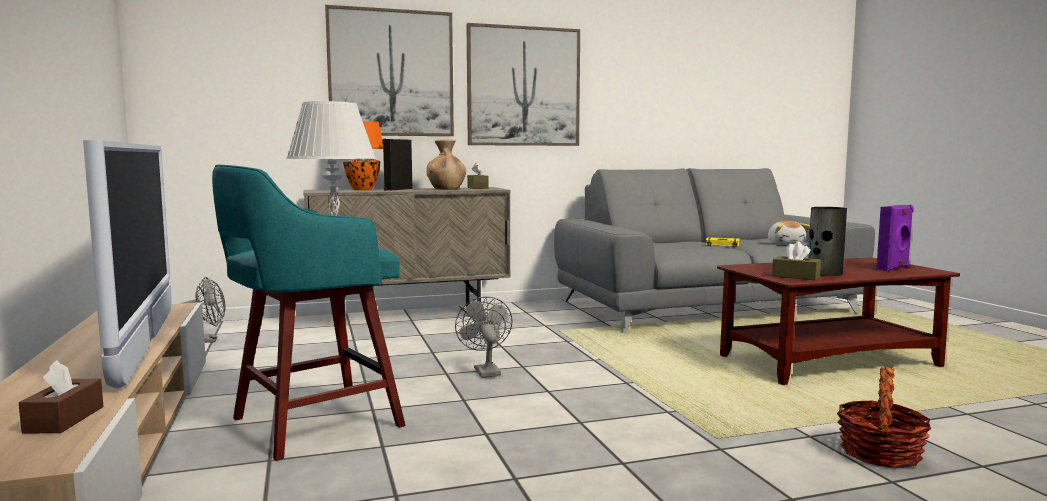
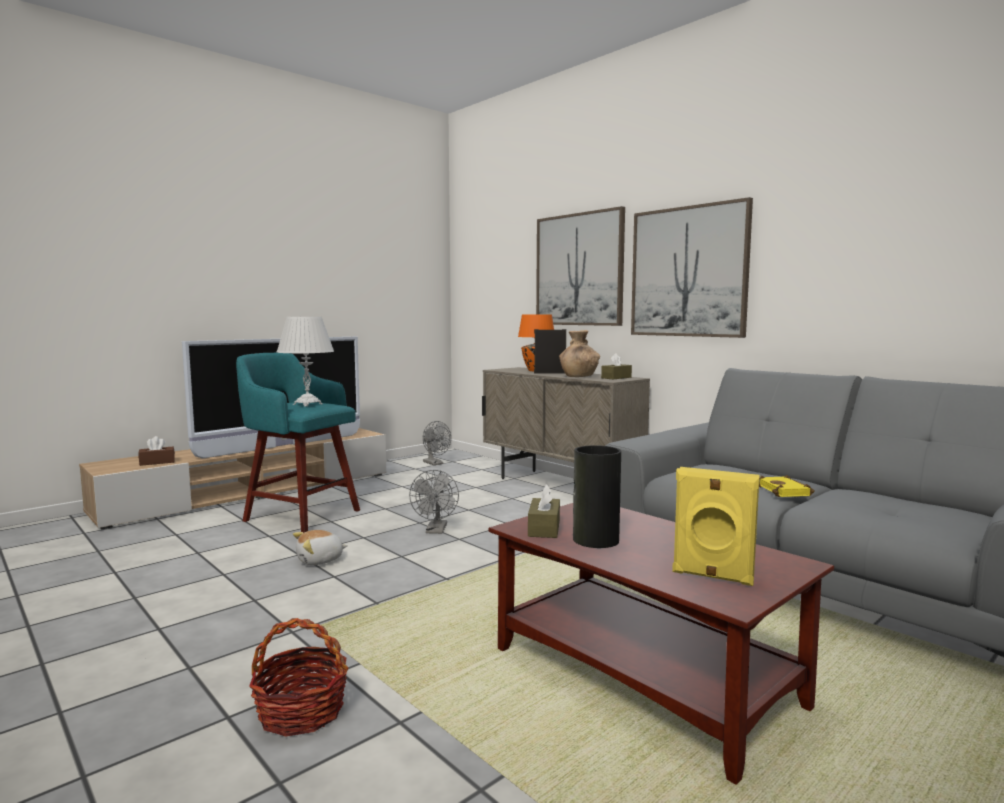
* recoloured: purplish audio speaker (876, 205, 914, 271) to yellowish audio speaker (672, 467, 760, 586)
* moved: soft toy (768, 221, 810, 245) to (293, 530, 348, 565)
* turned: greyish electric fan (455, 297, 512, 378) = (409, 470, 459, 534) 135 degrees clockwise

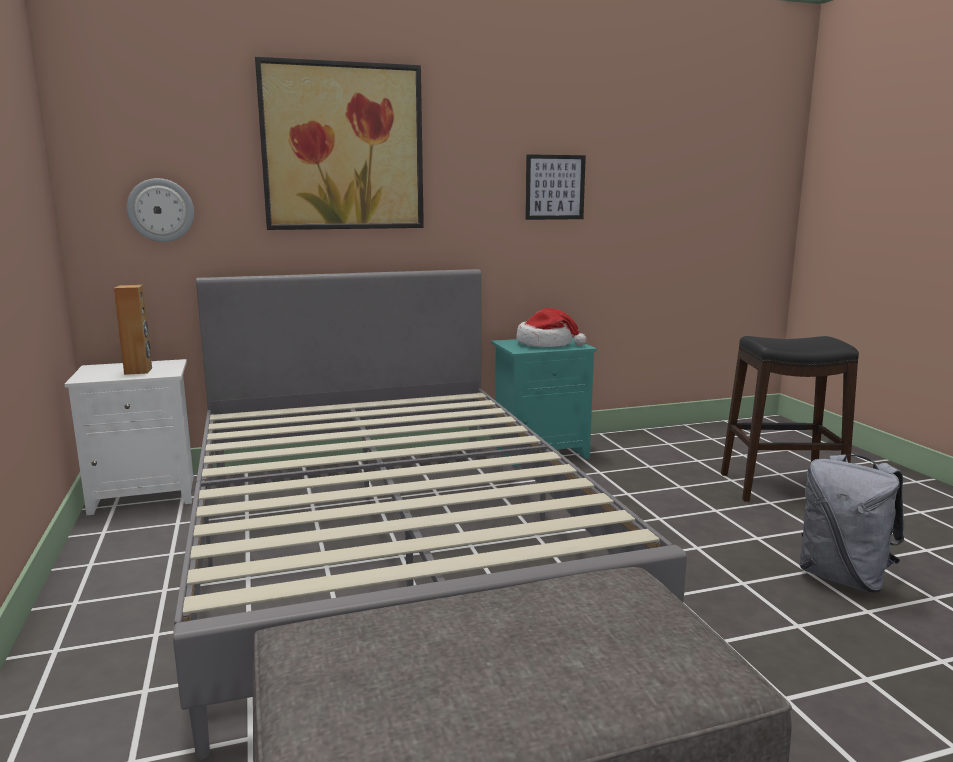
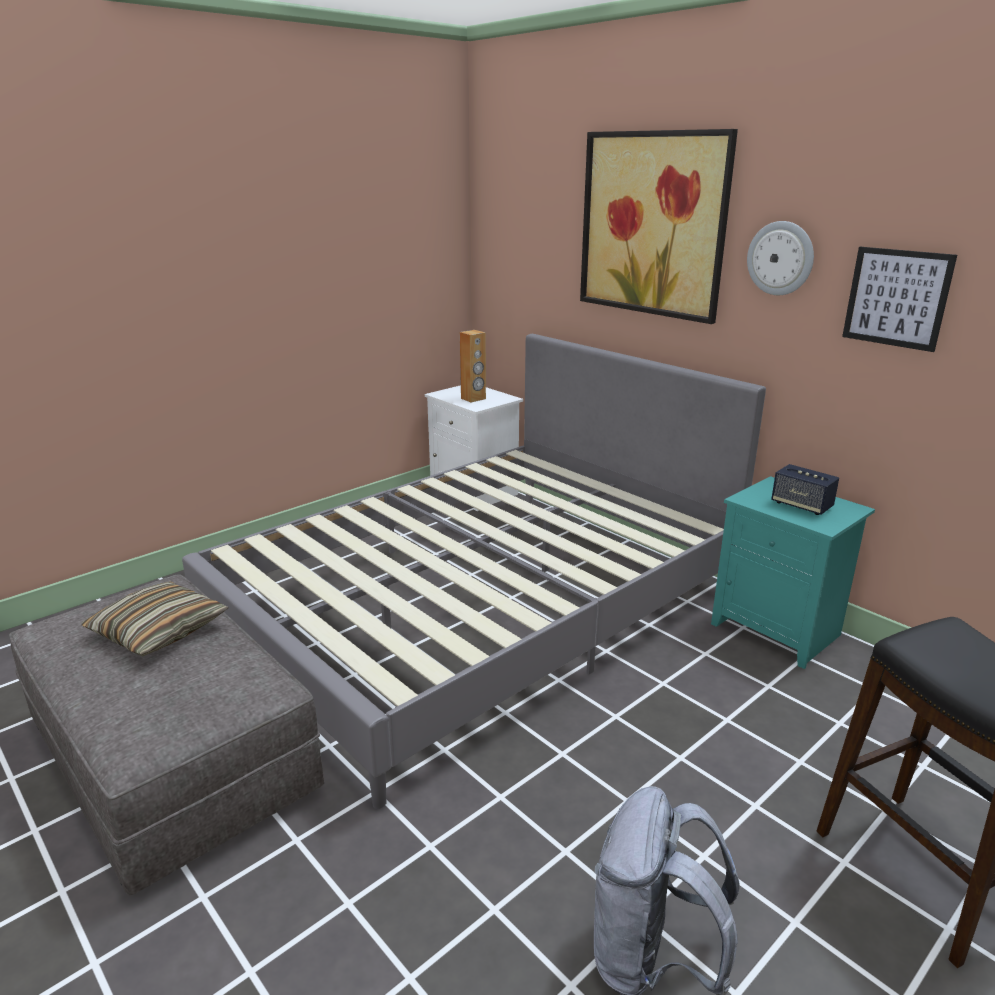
* moved: wall clock (127, 178, 194, 242) to (747, 221, 814, 295)
* replaced: hat (516, 308, 587, 347) to audio speaker (771, 464, 839, 515)
* added: pillow (81, 581, 229, 656)

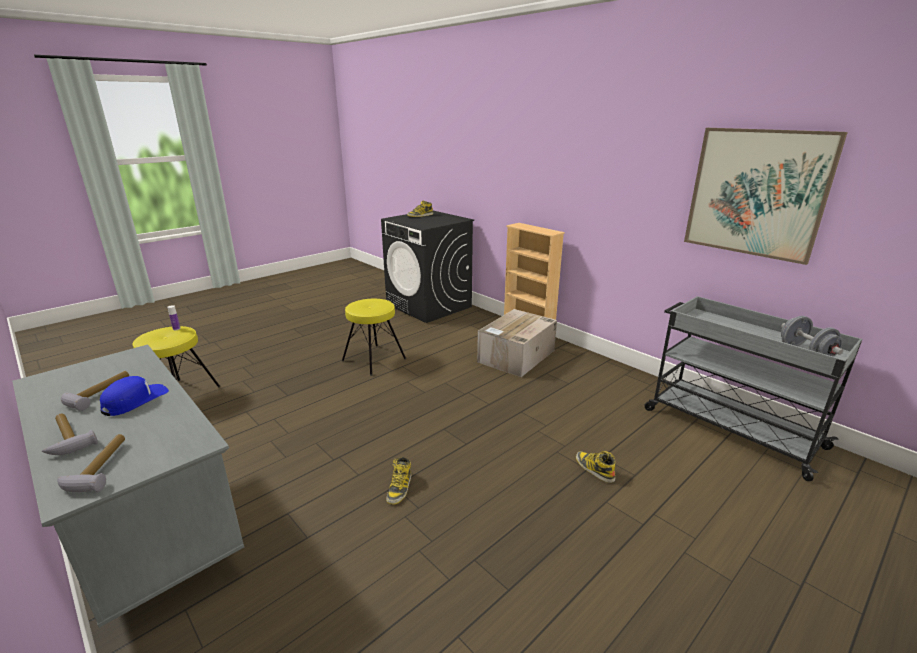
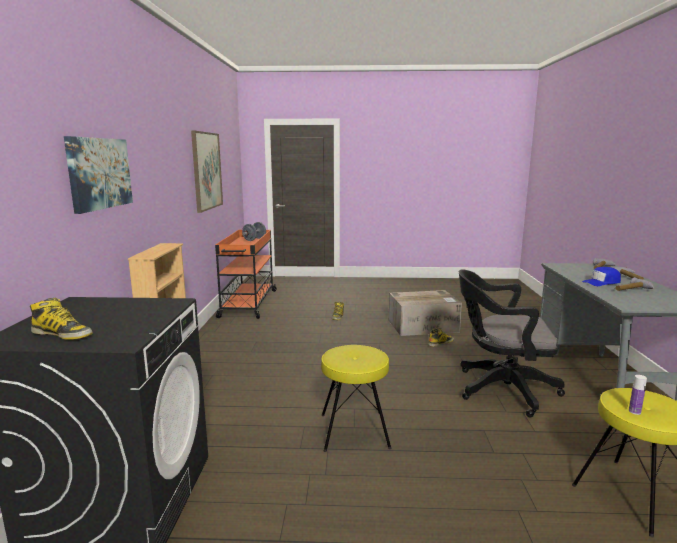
* recoloured: greyish cart (644, 296, 862, 481) to orange cart (215, 230, 277, 319)
* moved: cardboard box (477, 309, 557, 377) to (389, 290, 462, 336)
* added: wall picture (64, 136, 133, 214)
* added: black desk chair (459, 269, 565, 418)

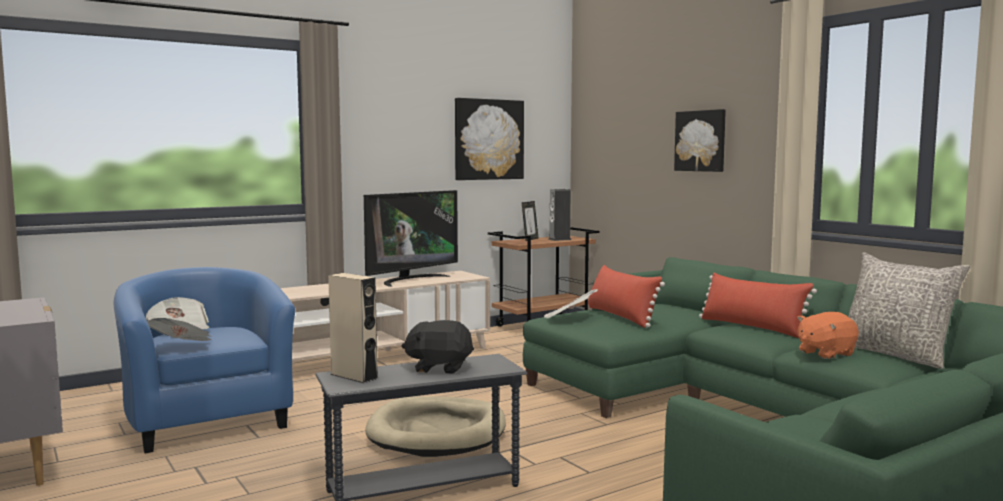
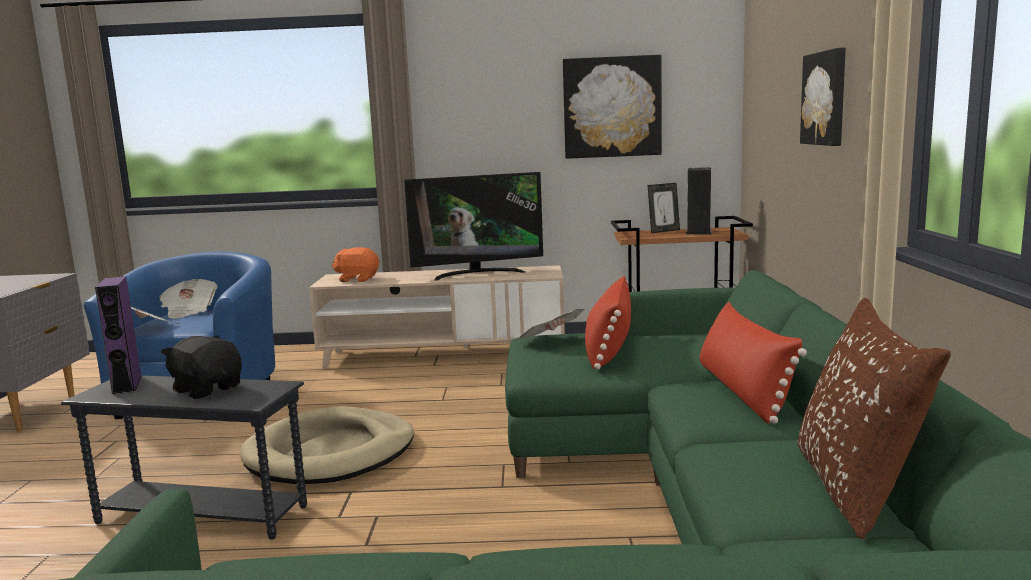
* recoloured: greyish pillow (848, 252, 970, 369) to brownish pillow (797, 298, 951, 539)
* recoloured: sand-coloured audio speaker (328, 273, 378, 383) to purplish audio speaker (95, 276, 142, 395)
* moved: orange soft toy (797, 312, 859, 359) to (332, 247, 379, 282)

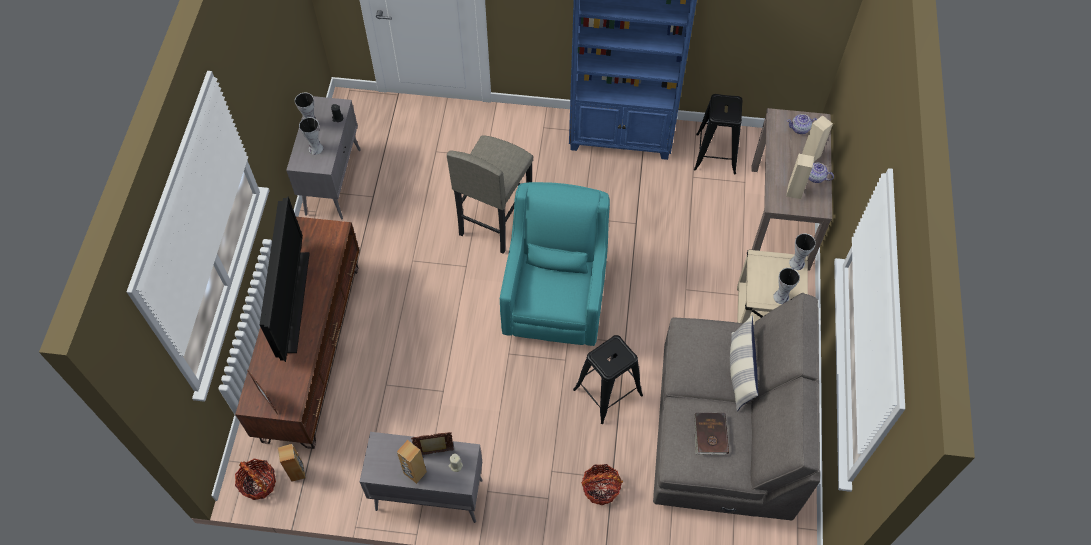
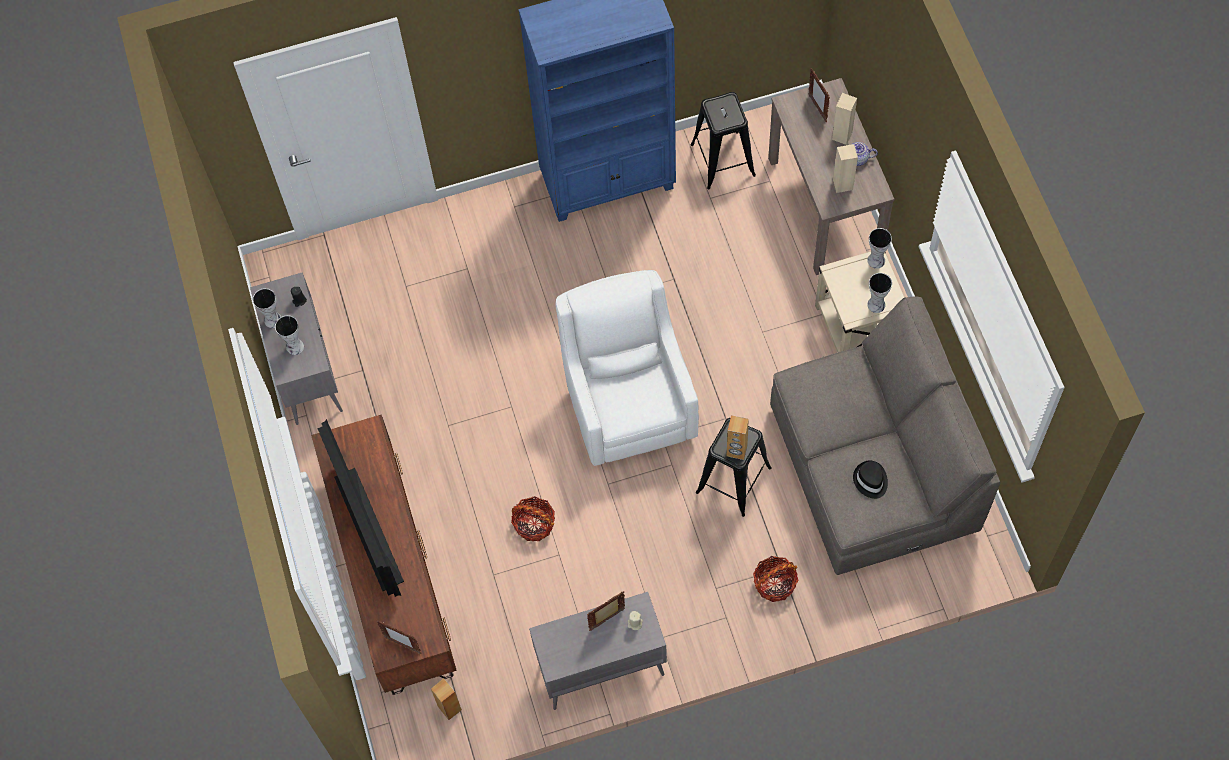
* replaced: teapot (787, 114, 817, 134) to picture frame (808, 68, 830, 122)
* removed: greyish stool (447, 135, 533, 254)
* recoloured: turquoise-coloured lounge chair (500, 182, 610, 346) to white-coloured lounge chair (555, 270, 699, 466)
* removed: pillow (730, 315, 758, 411)
* replaced: brownish volume (694, 413, 729, 455) to black hat (853, 461, 888, 499)
* moved: brownish audio speaker (397, 440, 427, 484) to (727, 415, 749, 460)
* moved: household basket (235, 458, 276, 500) to (511, 496, 555, 541)

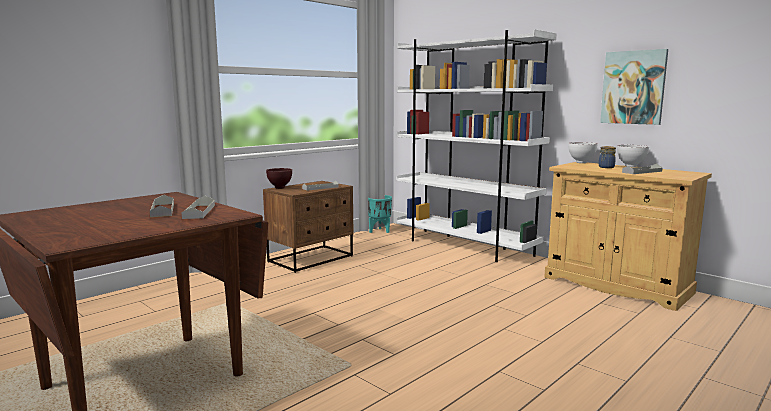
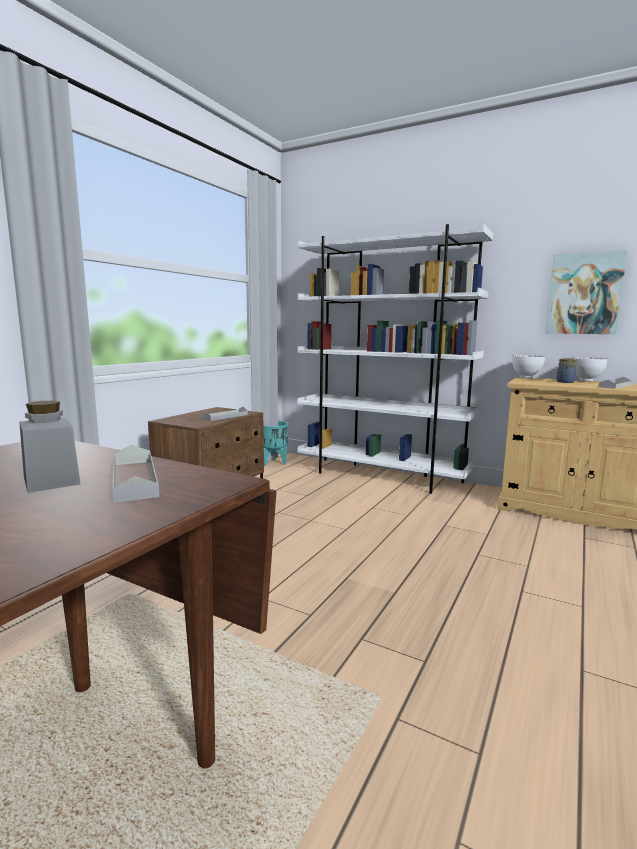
* removed: brownish bowl (266, 168, 292, 189)
* replaced: greyish carrying tray (150, 194, 174, 217) to greyish storage jar (19, 401, 80, 493)

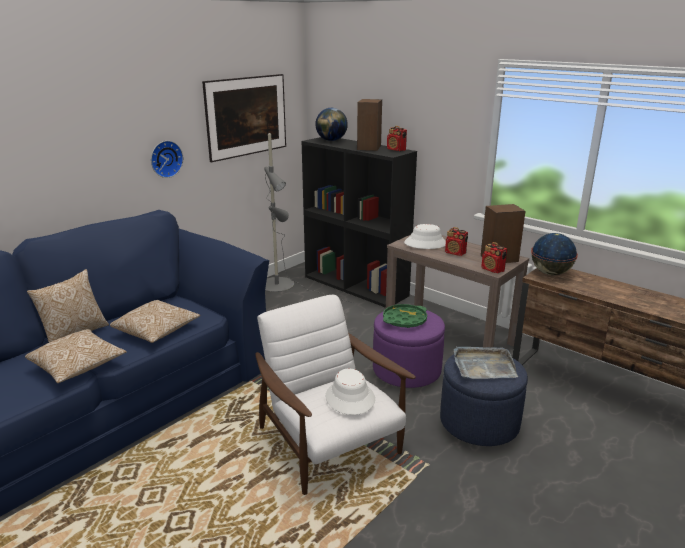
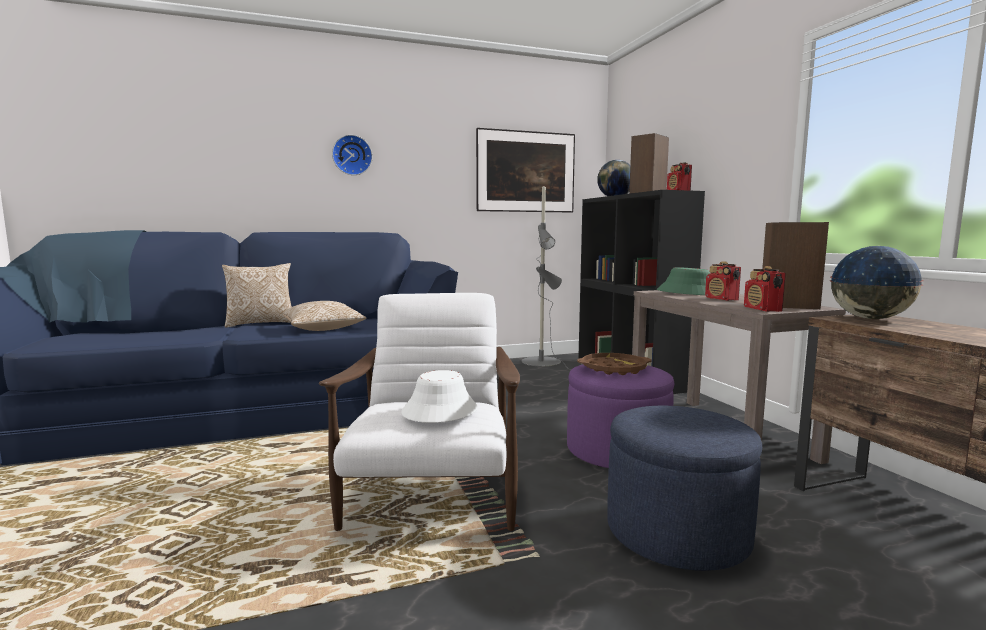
* moved: wall clock (151, 141, 183, 178) to (332, 135, 373, 175)
* recoloured: white-coloured hat (404, 224, 446, 249) to green hat (657, 267, 710, 295)
* recoloured: green carrying tray (383, 304, 427, 328) to brownish carrying tray (577, 353, 652, 375)
* removed: pillow (25, 329, 126, 383)
* removed: greyish carrying tray (454, 346, 518, 379)

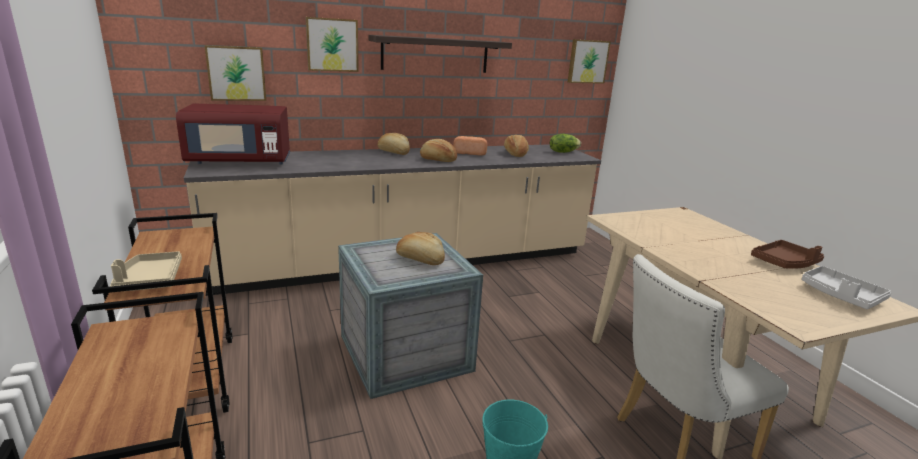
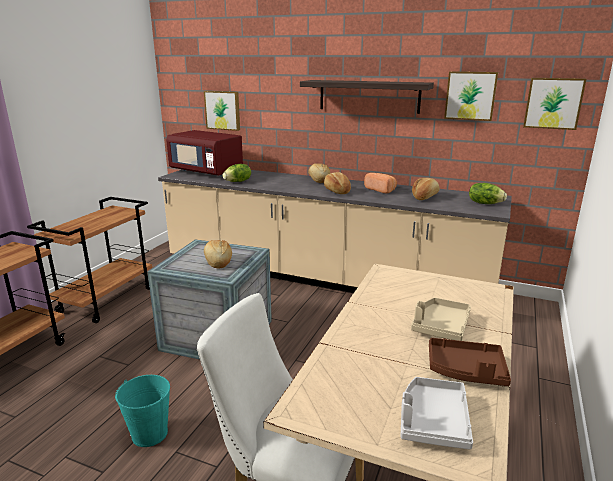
* moved: wall picture (305, 17, 359, 72) to (444, 71, 498, 121)
* moved: sand-coloured carrying tray (110, 251, 182, 292) to (411, 297, 471, 341)
* added: lettuce (223, 164, 251, 182)

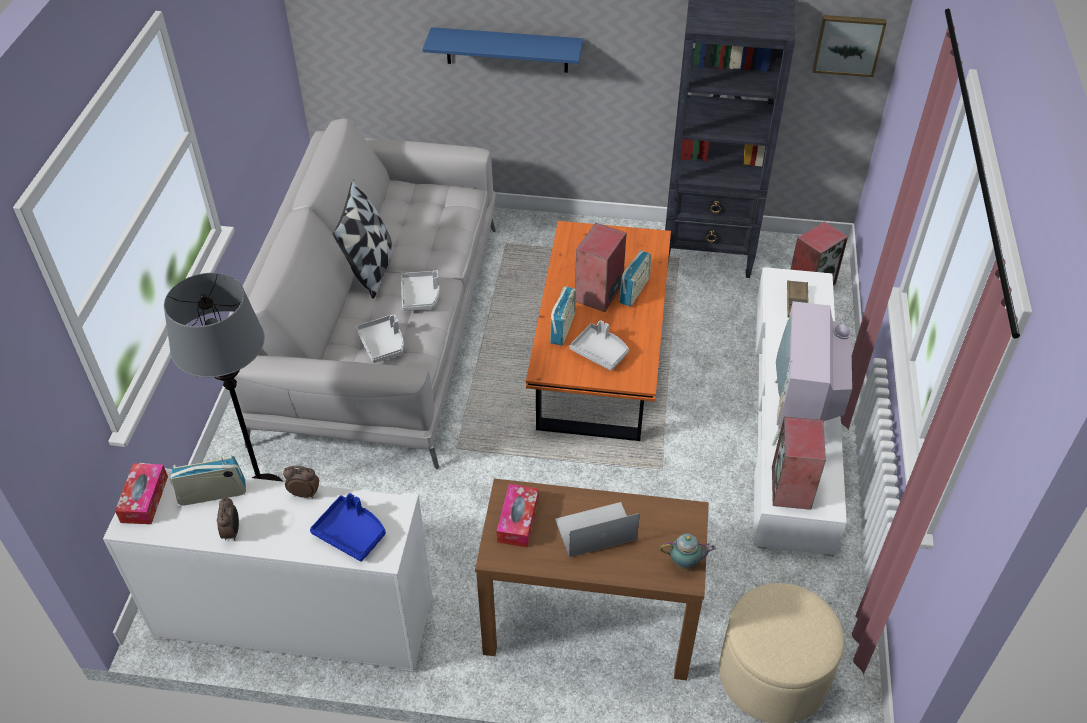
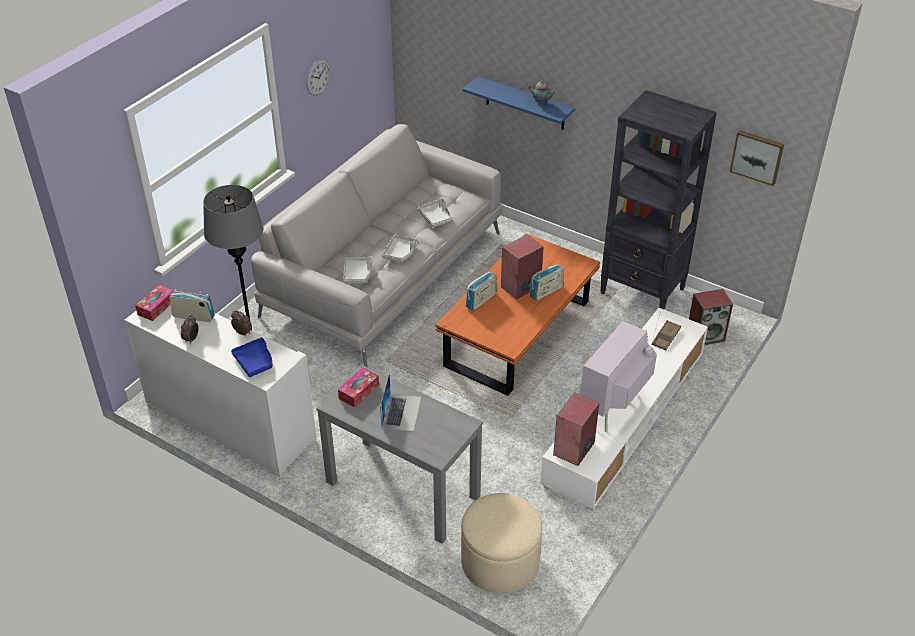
* removed: pillow (333, 180, 392, 299)
* moved: greyish carrying tray (570, 320, 629, 370) to (417, 198, 451, 227)
* recoloured: brownish narrow table (475, 479, 709, 681) to greyish narrow table (316, 365, 483, 544)
* turned: laptop (555, 502, 640, 557) = (380, 373, 421, 432) 90 degrees clockwise
* moved: teapot (660, 533, 716, 570) to (528, 81, 556, 103)
* added: wall clock (306, 59, 330, 96)

